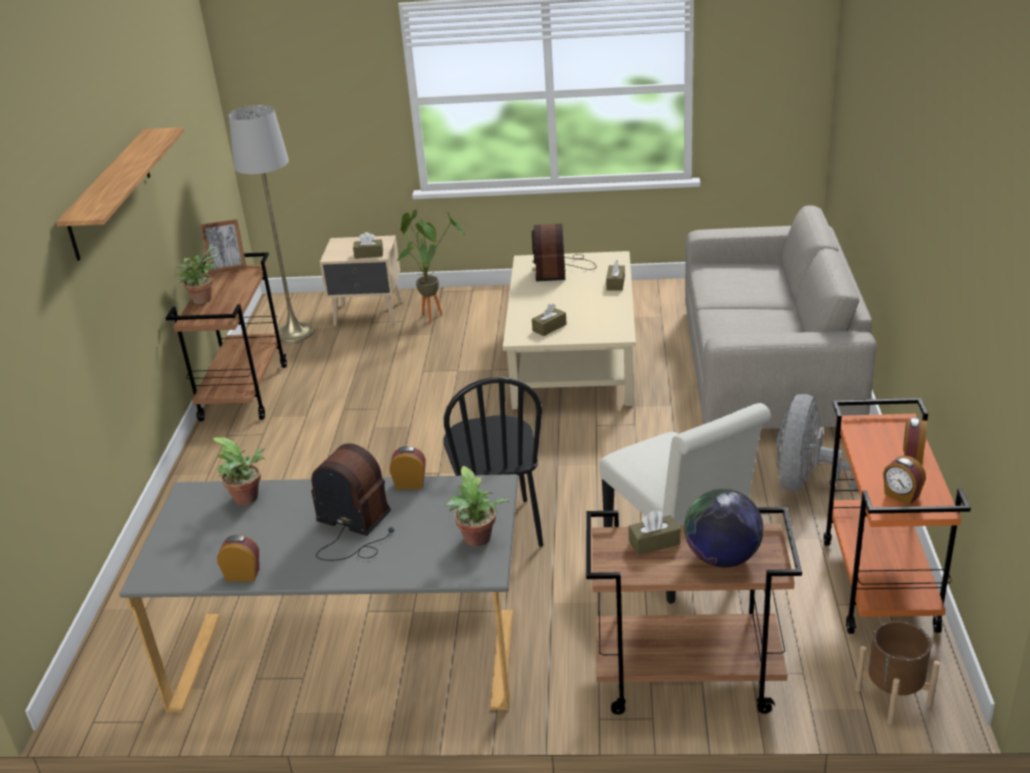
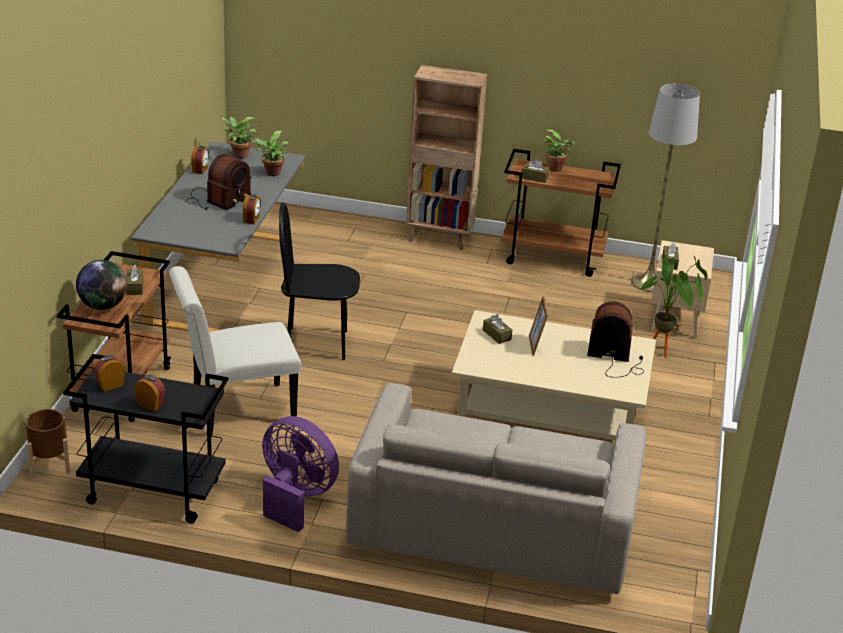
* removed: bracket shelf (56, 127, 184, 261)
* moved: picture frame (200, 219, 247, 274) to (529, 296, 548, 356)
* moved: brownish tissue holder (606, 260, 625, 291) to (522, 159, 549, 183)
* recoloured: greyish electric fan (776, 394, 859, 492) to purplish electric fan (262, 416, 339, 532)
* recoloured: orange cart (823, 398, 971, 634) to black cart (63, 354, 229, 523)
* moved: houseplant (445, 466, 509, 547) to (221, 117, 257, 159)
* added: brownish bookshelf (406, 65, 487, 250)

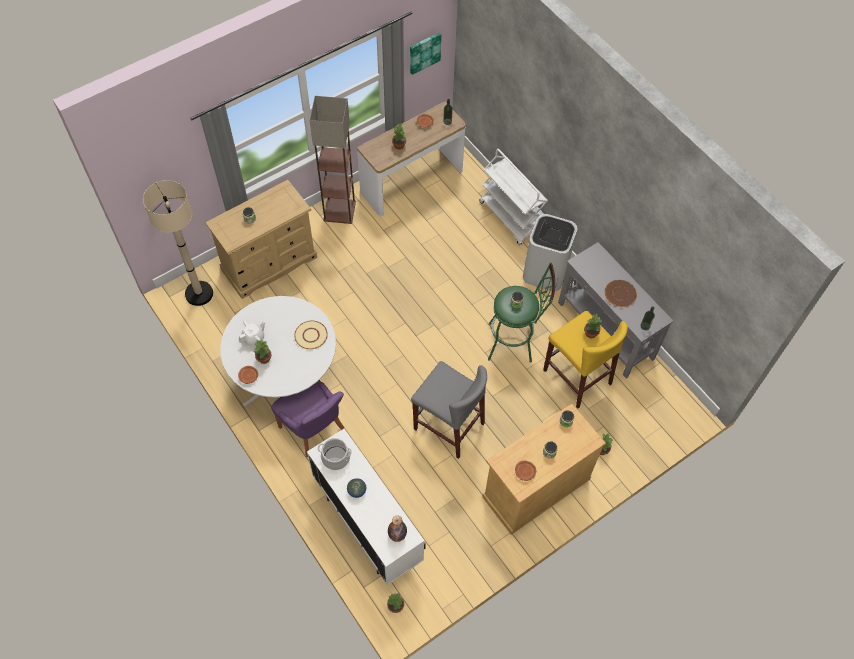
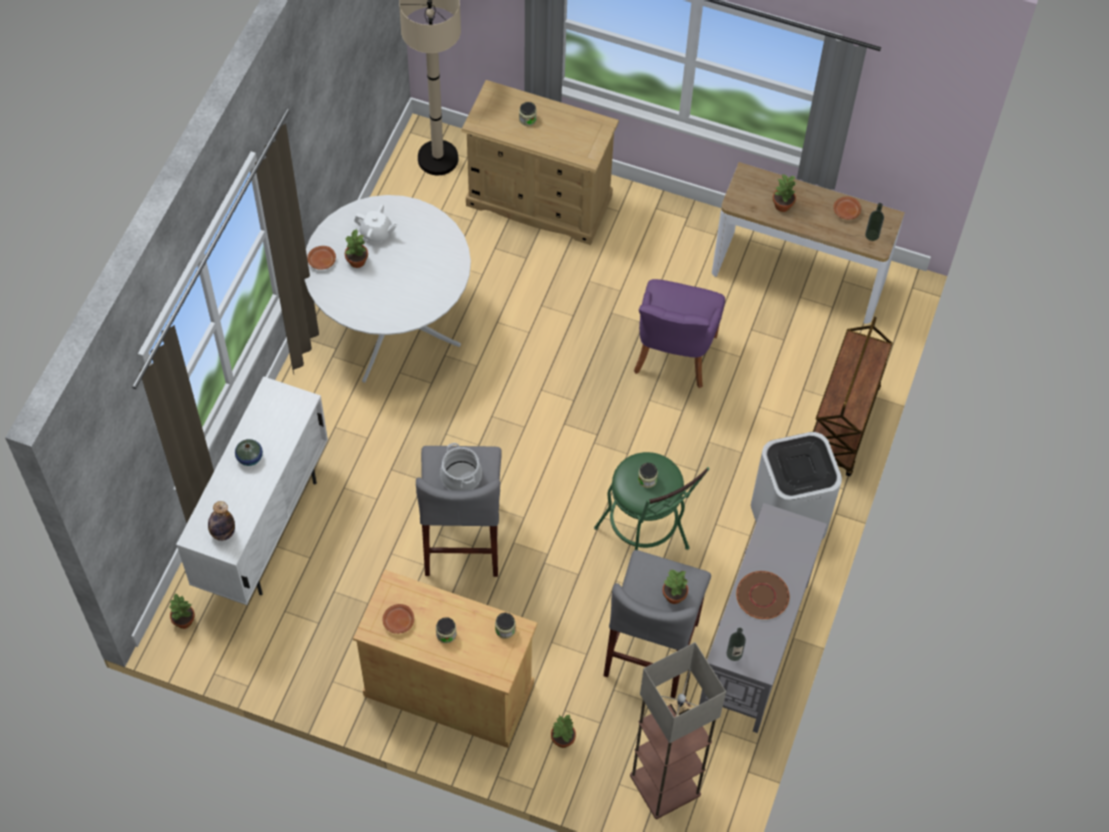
* removed: wall picture (410, 32, 441, 75)
* moved: floor lamp (310, 96, 356, 224) to (630, 642, 726, 819)
* recoloured: white-coloured cart (479, 149, 548, 245) to brownish cart (813, 317, 893, 476)
* recoloured: yellowish stool (543, 311, 628, 408) to greyish stool (604, 550, 711, 698)
* removed: sand-coloured flat dish (294, 321, 328, 349)
* moved: purplish plain chair (271, 380, 344, 457) to (634, 279, 725, 388)
* moved: saucepot (318, 438, 352, 470) to (440, 443, 482, 491)

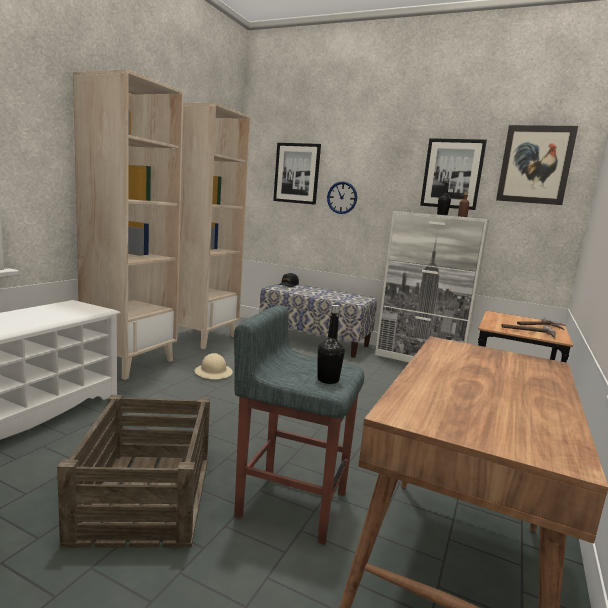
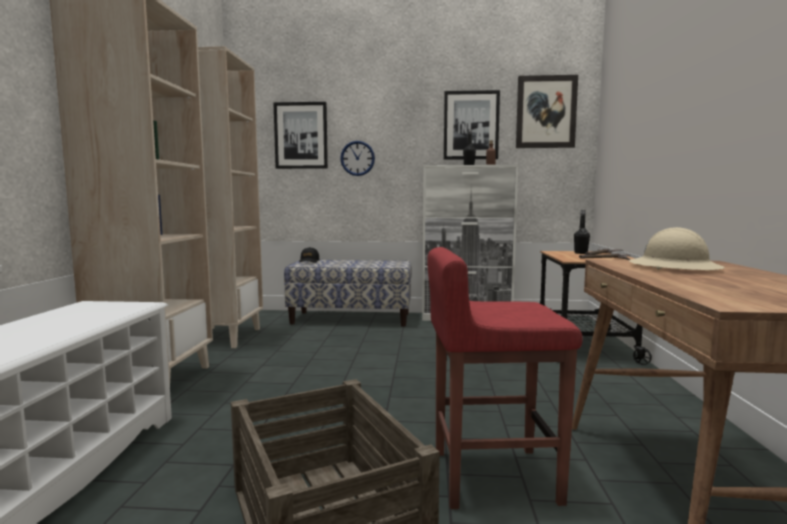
* moved: black bottle (317, 305, 345, 384) to (574, 210, 590, 254)
* recoloured: greyish stool (234, 306, 364, 545) to reddish stool (427, 247, 583, 509)
* moved: sand-coloured hard hat (194, 353, 233, 379) to (629, 227, 725, 270)

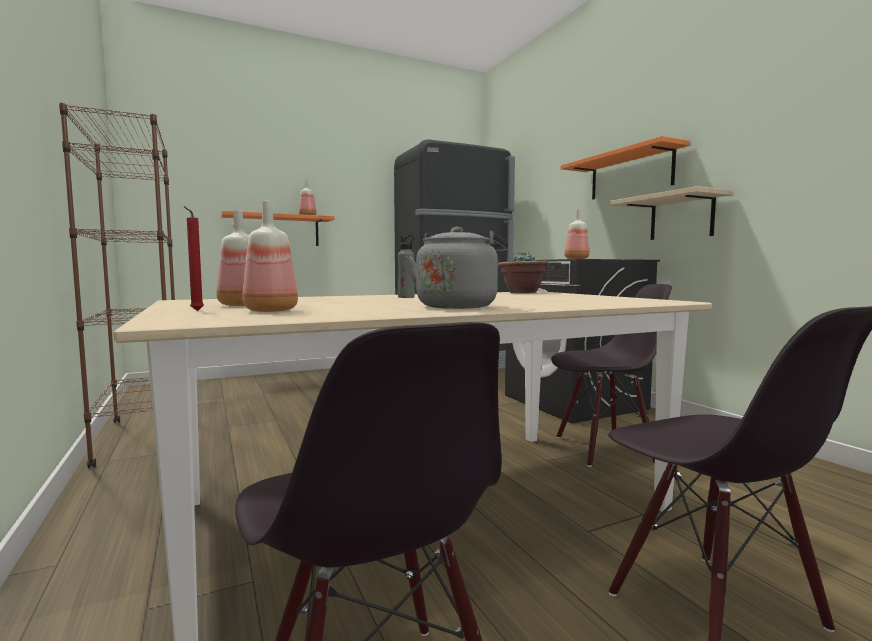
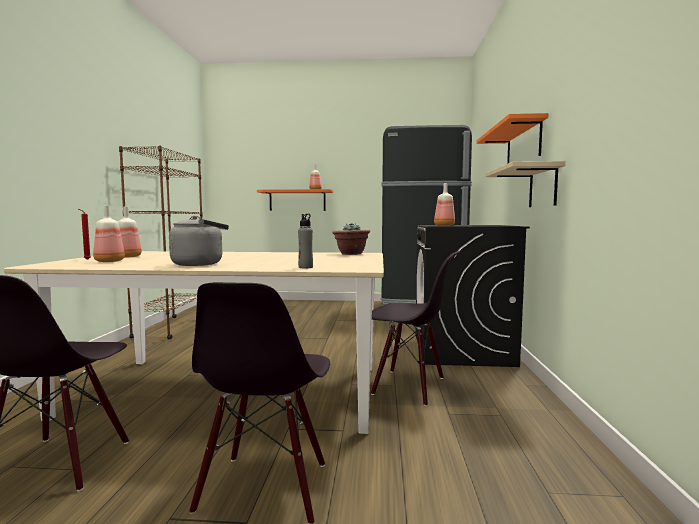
* moved: greyish bottle (398, 235, 415, 298) to (298, 214, 313, 268)

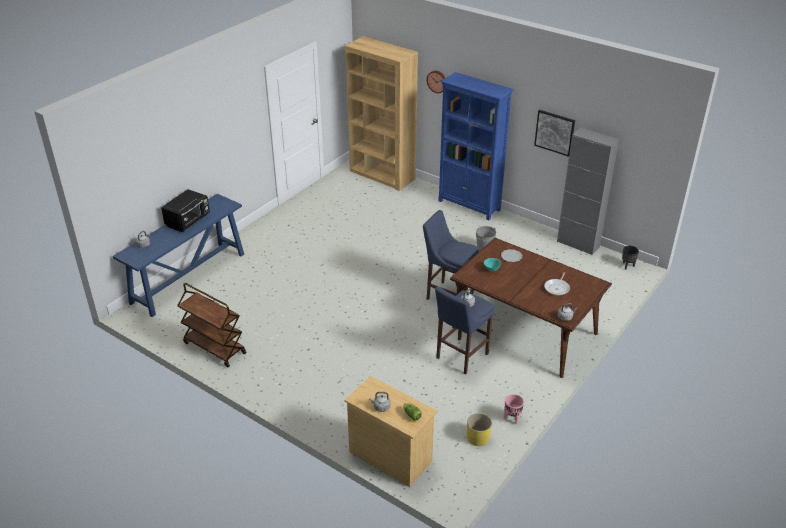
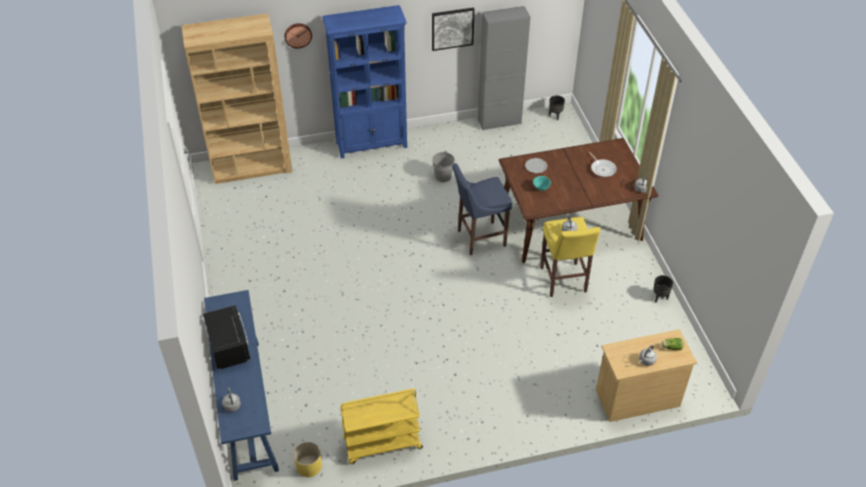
* recoloured: brownish cart (177, 283, 246, 367) to yellowish cart (340, 389, 423, 464)
* recoloured: bluish stool (435, 286, 495, 374) to yellowish stool (540, 217, 601, 297)
* recoloured: pink planter (504, 394, 524, 424) to black planter (653, 275, 673, 302)
* moved: yellowish planter (466, 413, 492, 446) to (293, 442, 322, 477)

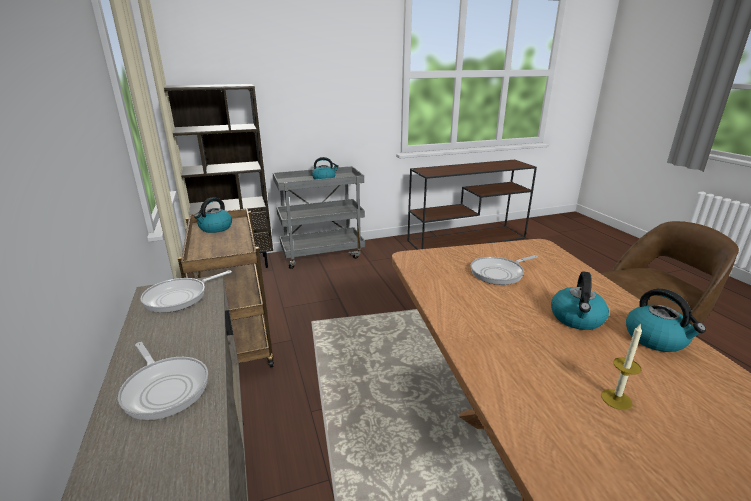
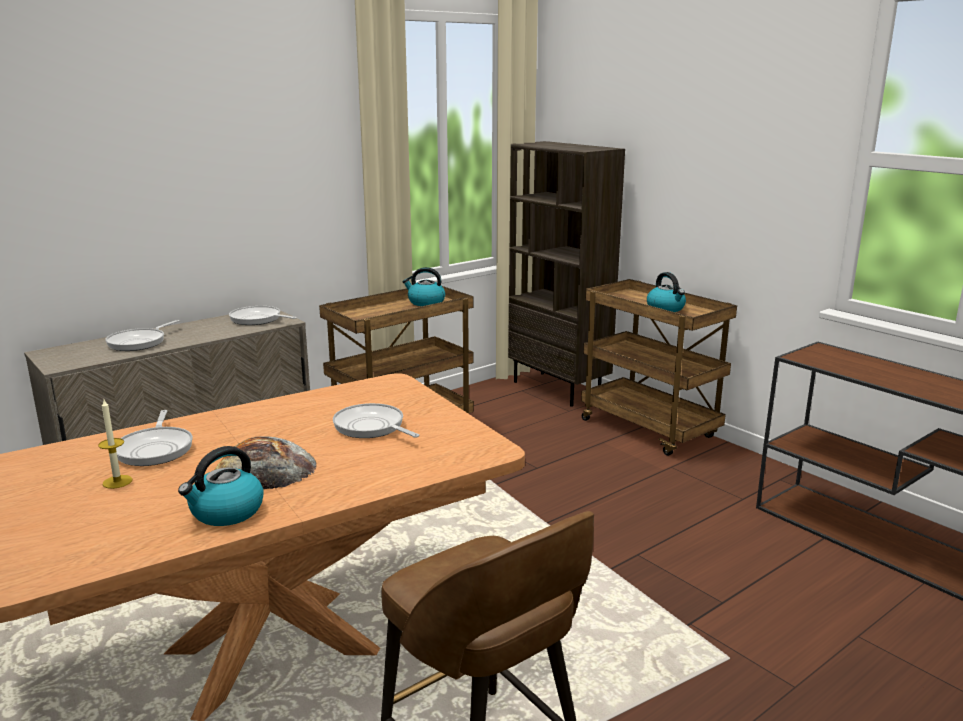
* recoloured: greyish cart (273, 166, 365, 269) to brownish cart (581, 279, 737, 456)
* replaced: kettle (551, 271, 609, 330) to bakery bread (214, 436, 317, 489)
* added: skillet (116, 410, 193, 466)

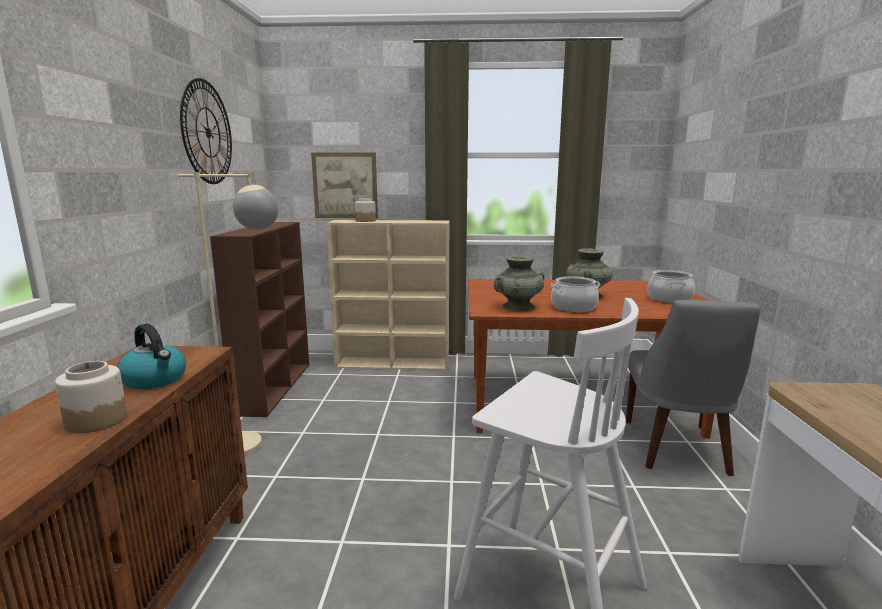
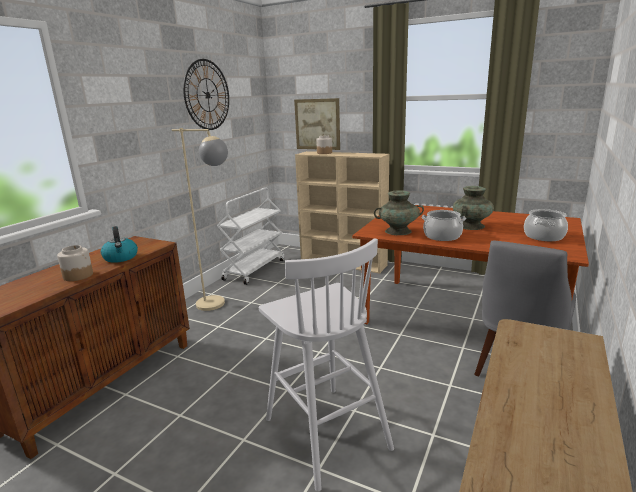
* replaced: brownish bookshelf (210, 222, 309, 417) to white-coloured cart (217, 188, 284, 285)

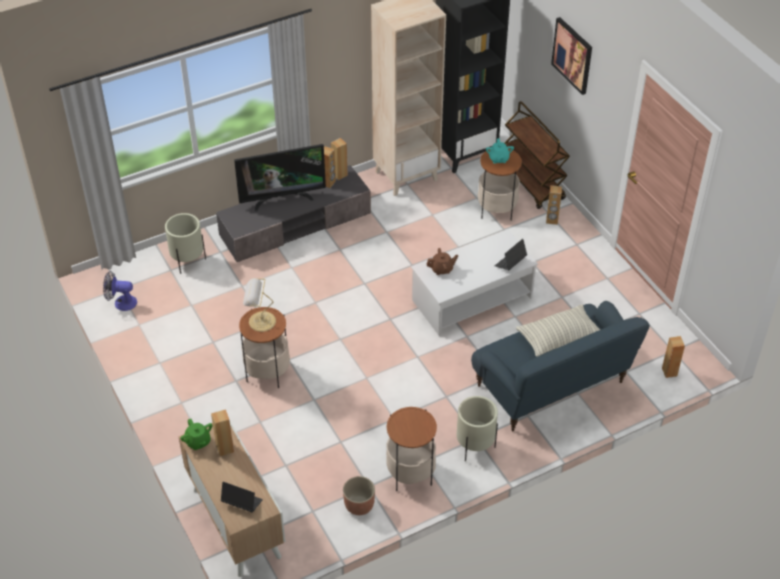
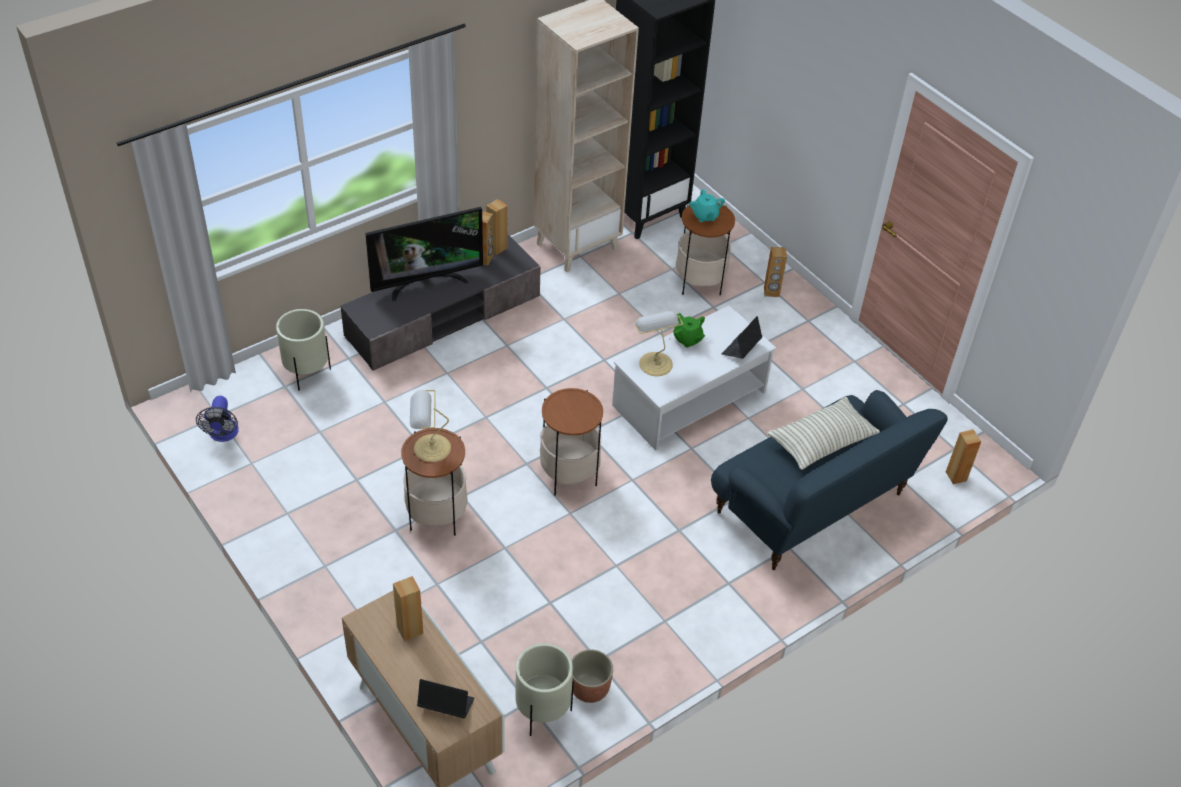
* removed: wall picture (551, 17, 592, 95)
* removed: brownish cart (505, 101, 570, 209)
* replaced: brownish teapot (427, 248, 458, 275) to tabletop lamp (635, 311, 683, 376)
* turned: electric fan (103, 271, 137, 311) = (196, 396, 239, 442) 90 degrees counterclockwise
* moved: sand-coloured planter (457, 396, 498, 462) to (515, 643, 574, 736)
* moved: side table (386, 407, 437, 491) to (540, 388, 603, 495)
* moved: green teapot (180, 419, 213, 450) to (673, 313, 705, 348)

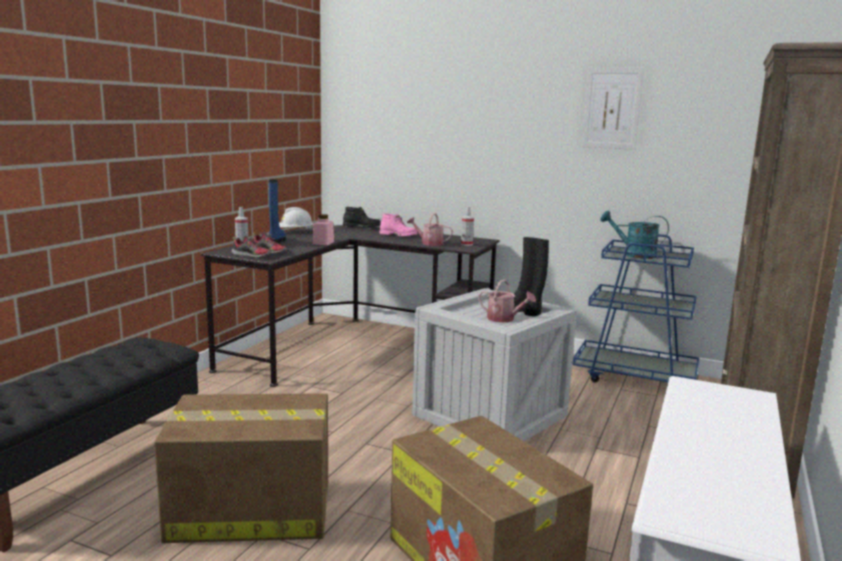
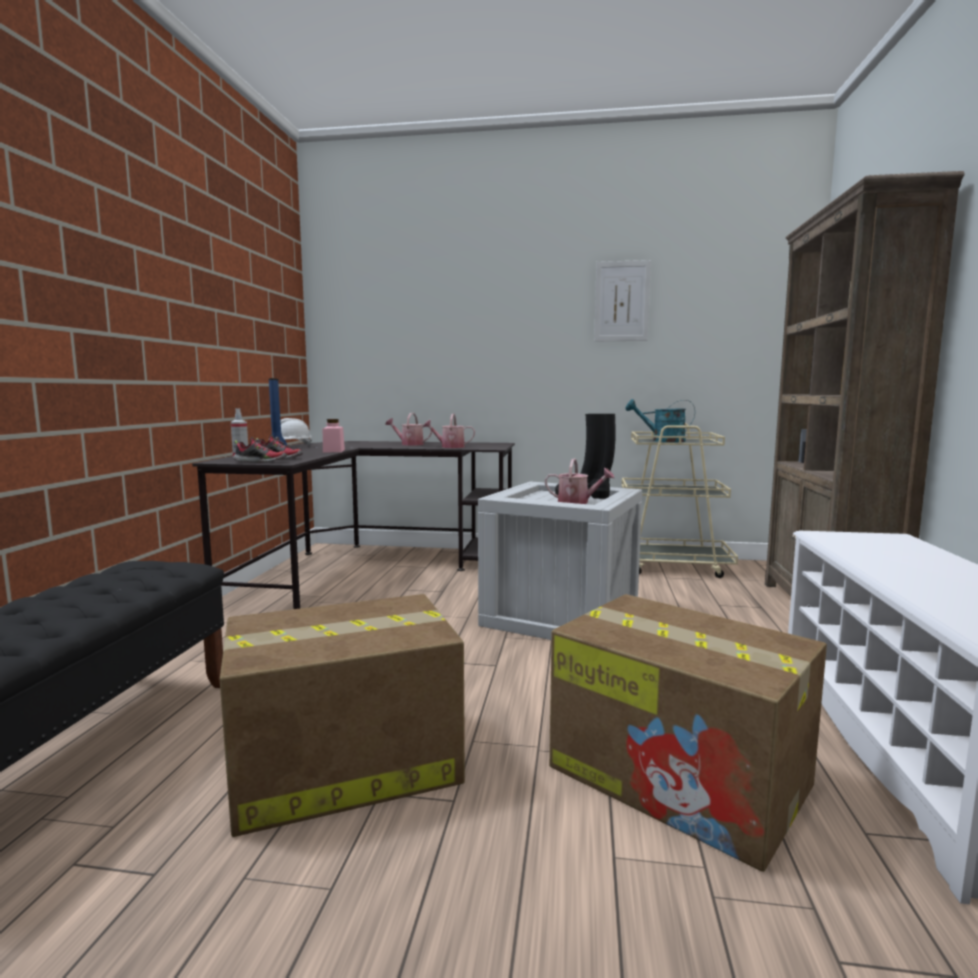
* removed: spray bottle (461, 206, 474, 246)
* removed: black high-top boot (343, 207, 381, 228)
* replaced: pink high-top boot (379, 213, 418, 236) to watering can (385, 413, 432, 445)
* recoloured: bluish cart (573, 234, 699, 383) to sand-coloured cart (622, 423, 738, 578)

